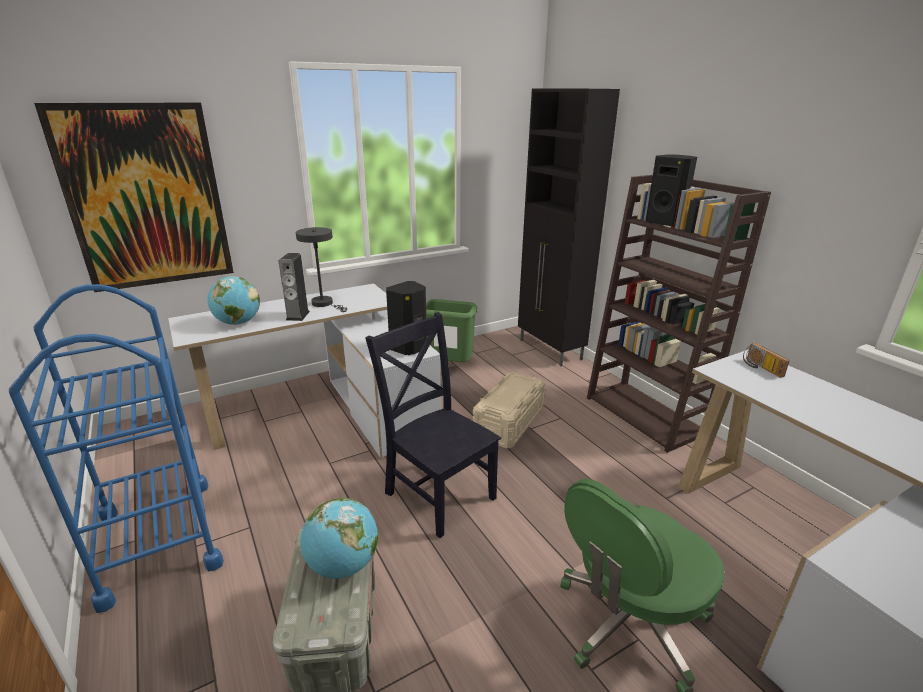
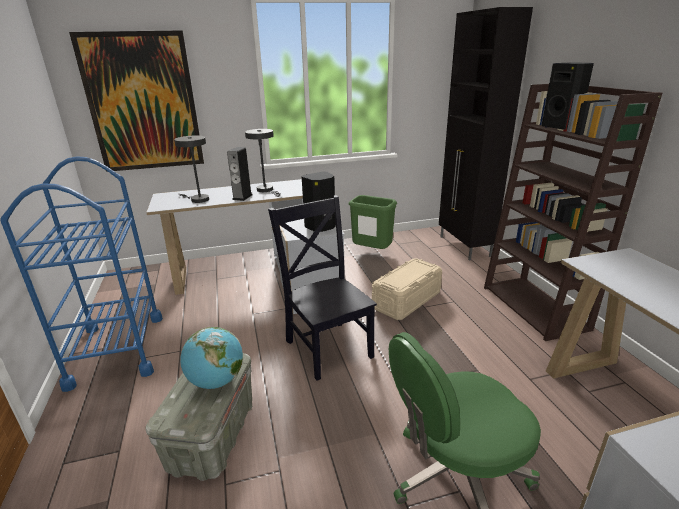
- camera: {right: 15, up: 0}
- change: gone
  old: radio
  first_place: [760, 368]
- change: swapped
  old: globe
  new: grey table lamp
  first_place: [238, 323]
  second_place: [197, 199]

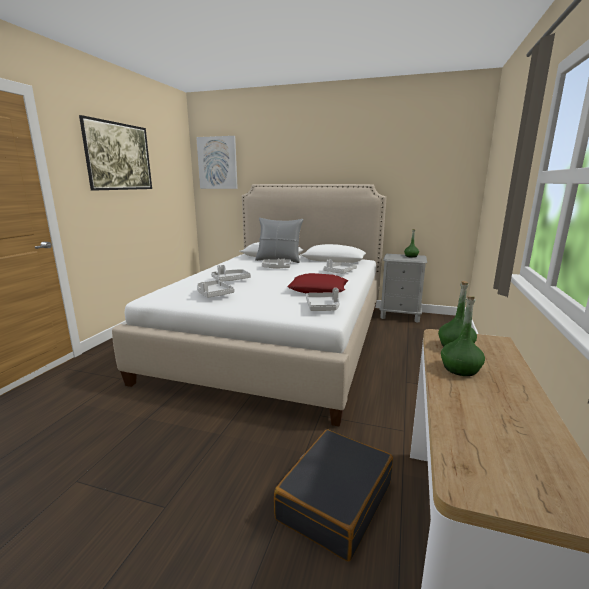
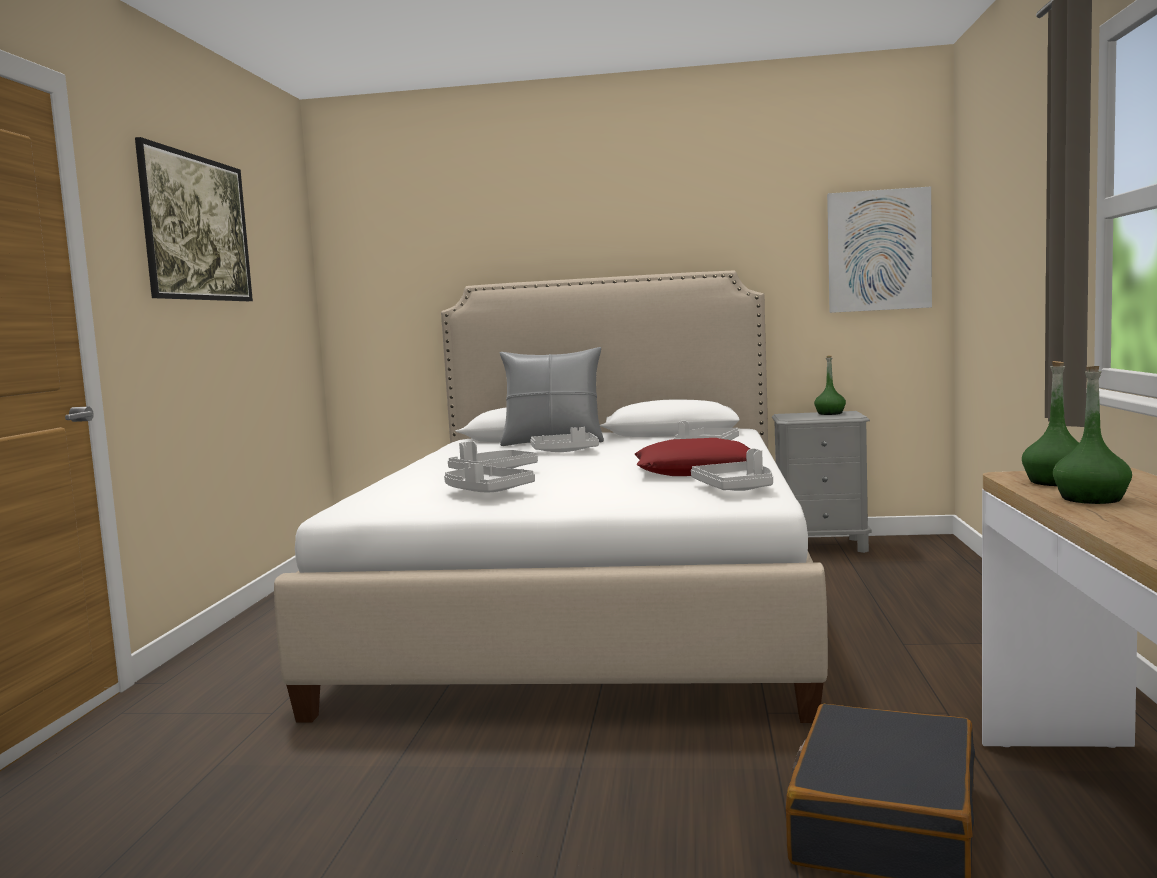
- camera: {right: -10, up: -10}
- change: shifted
  old: picture
  first_place: [217, 163]
  second_place: [878, 250]

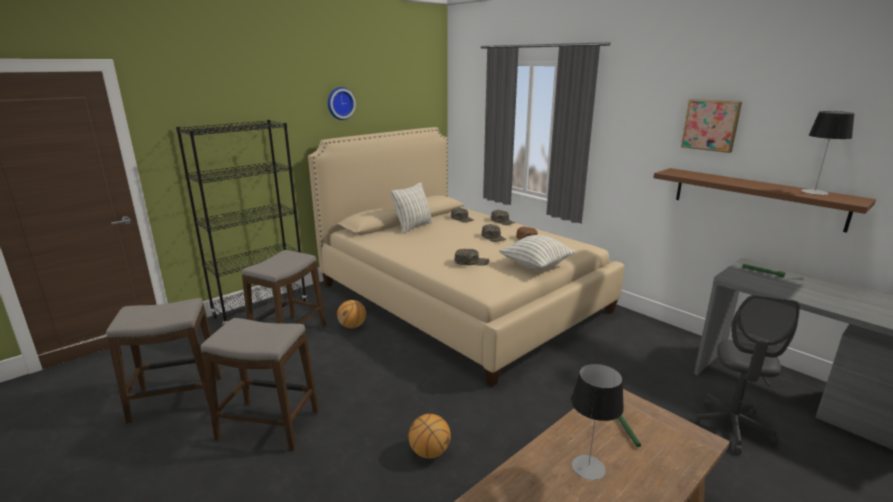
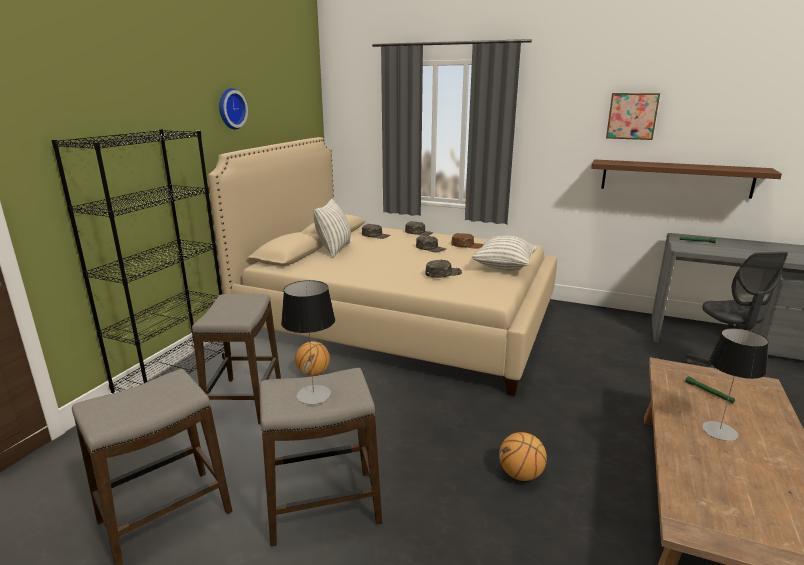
- camera: {right: -25, up: 0}
- change: shifted
  old: table lamp
  first_place: [814, 192]
  second_place: [313, 394]

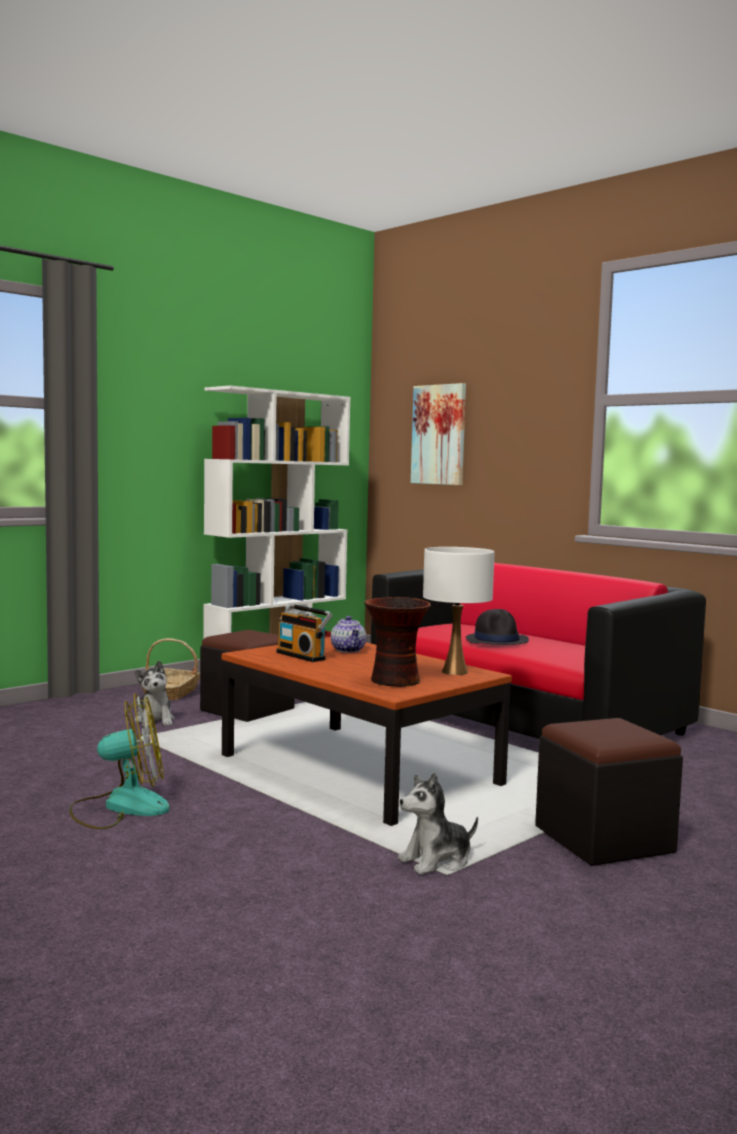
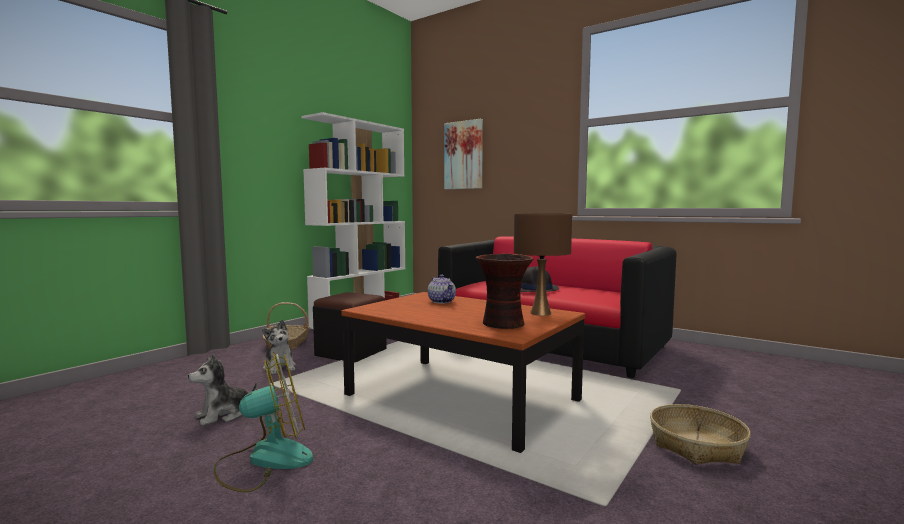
- camera: {right: -10, up: 0}
- change: gone
  old: radio
  first_place: [303, 656]
- change: shifted
  old: plush toy
  first_place: [436, 861]
  second_place: [223, 415]
- change: swapped
  old: black ottoman
  new: basket
  first_place: [603, 839]
  second_place: [696, 445]
- change: repainted
  old: white table lamp
  new: brown table lamp
  first_place: [455, 672]
  second_place: [541, 313]

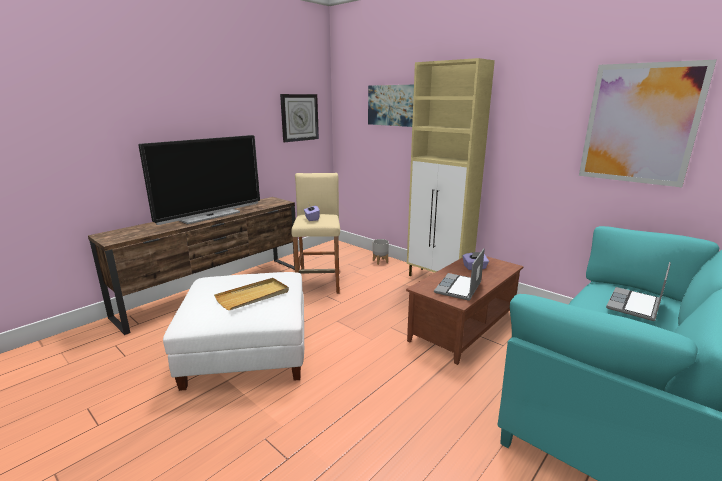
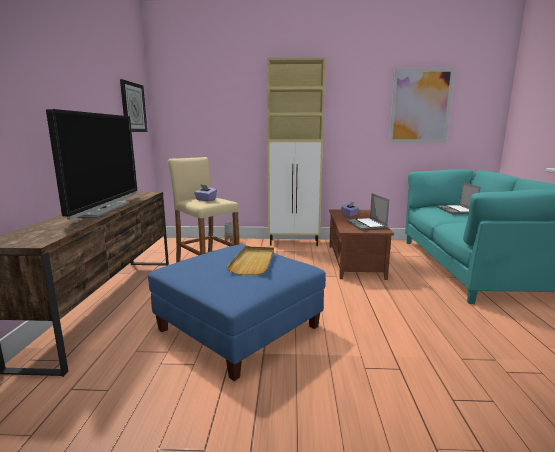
- camera: {right: -40, up: -5}
- change: gone
  old: picture
  first_place: [391, 105]
- change: repainted
  old: white ottoman
  new: blue ottoman
  first_place: [247, 350]
  second_place: [237, 328]

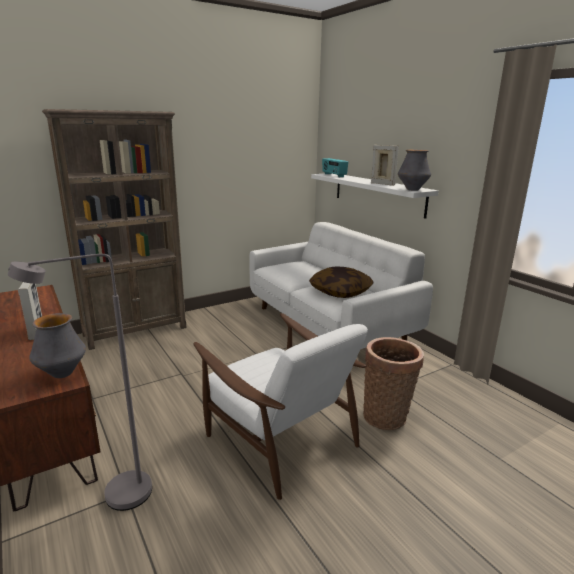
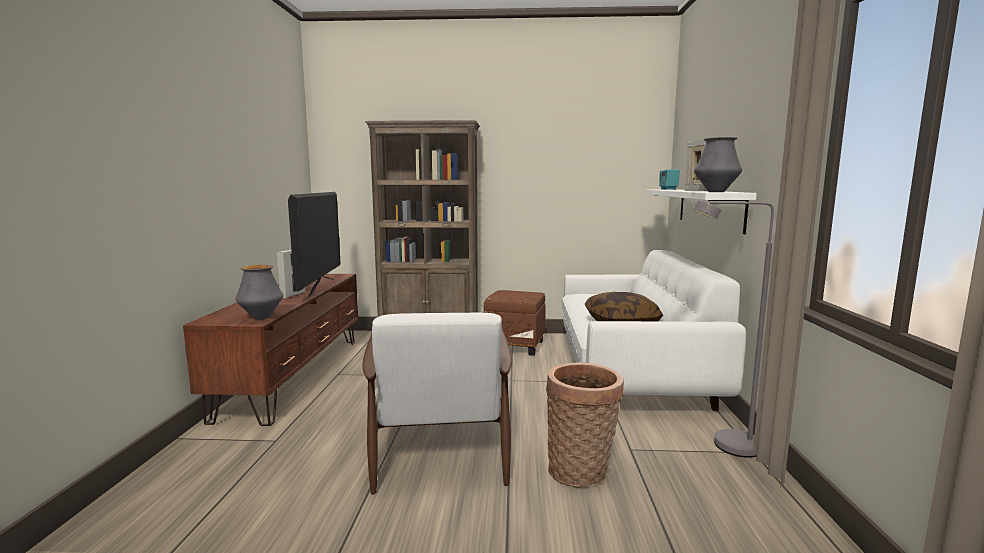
- camera: {right: 35, up: -10}
- change: new
  new: television
  second_place: [320, 287]
- change: new
  new: brown ottoman
  second_place: [515, 346]
- change: shifted
  old: grey floor lamp
  first_place: [115, 498]
  second_place: [724, 445]

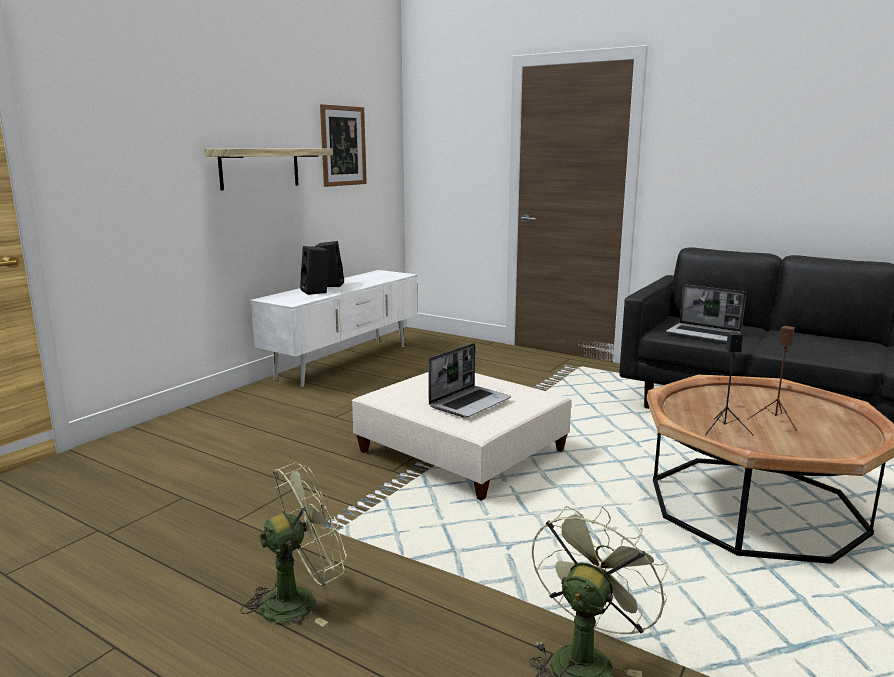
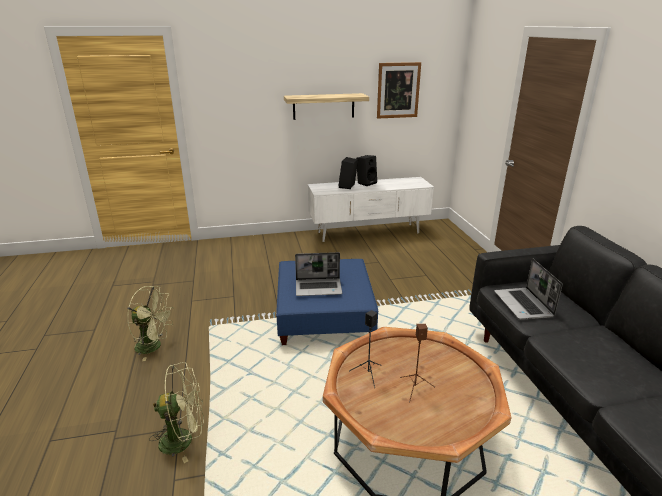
- camera: {right: 45, up: 10}
- change: repainted
  old: beige ottoman
  new: blue ottoman
  first_place: [461, 451]
  second_place: [324, 314]

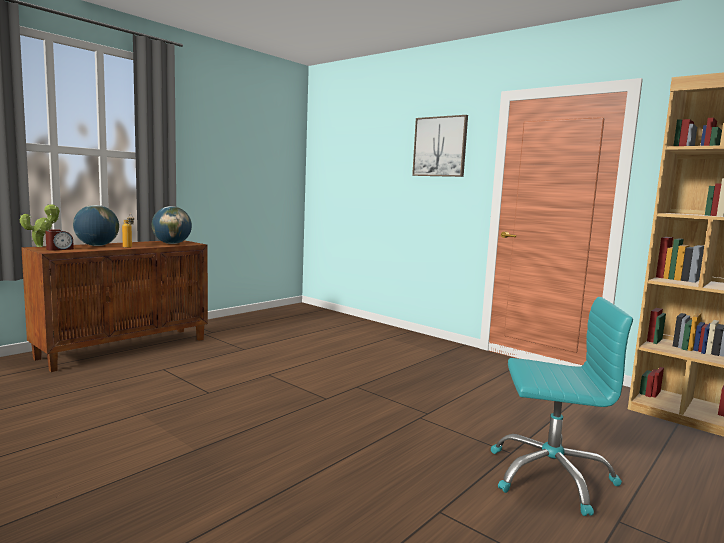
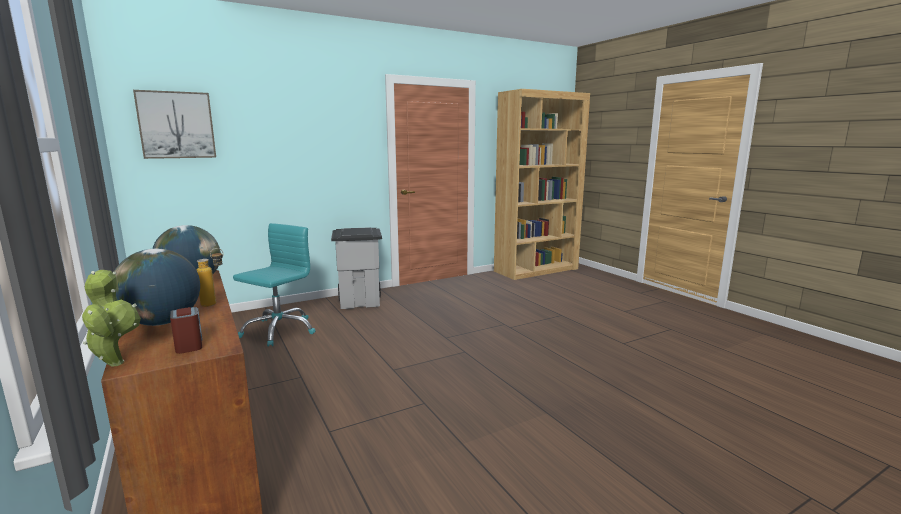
- camera: {right: -70, up: 5}
- change: new
  new: grey trash can
  second_place: [360, 302]
- change: shifted
  old: picture
  first_place: [440, 146]
  second_place: [176, 125]
- change: shifted
  old: turquoise office chair
  first_place: [550, 476]
  second_place: [279, 330]

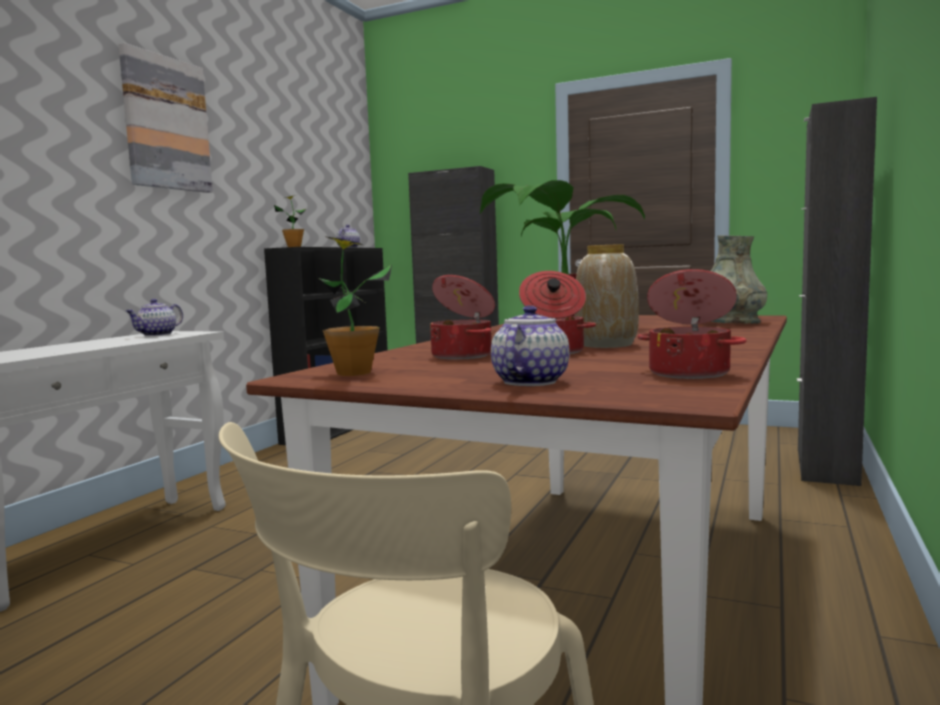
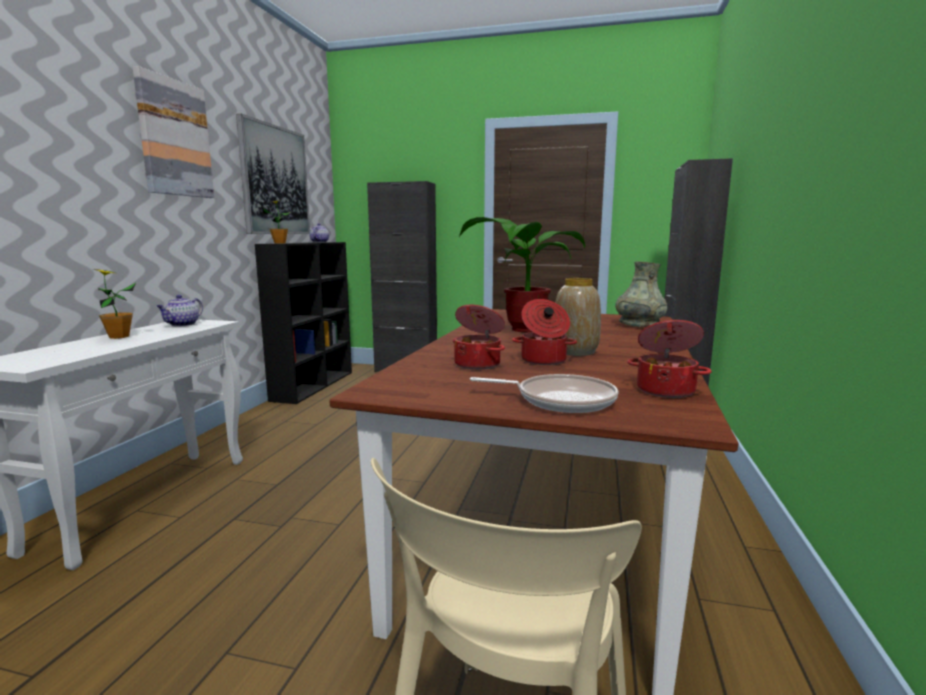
- camera: {right: -10, up: 5}
- change: new
  new: picture
  second_place: [275, 180]
- change: shifted
  old: potted plant
  first_place: [354, 373]
  second_place: [119, 337]
- change: swapped
  old: teapot
  new: frying pan
  first_place: [530, 381]
  second_place: [560, 400]

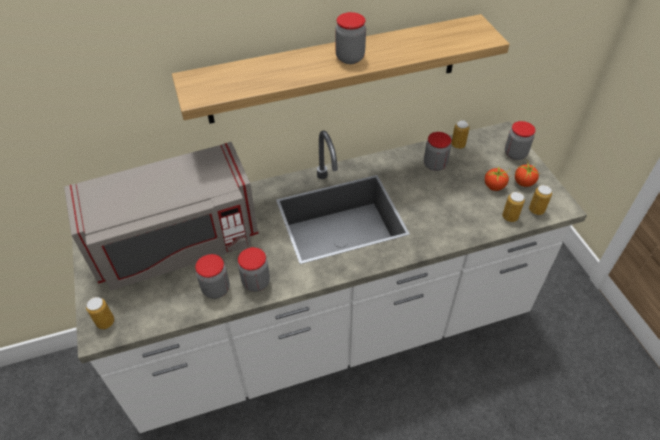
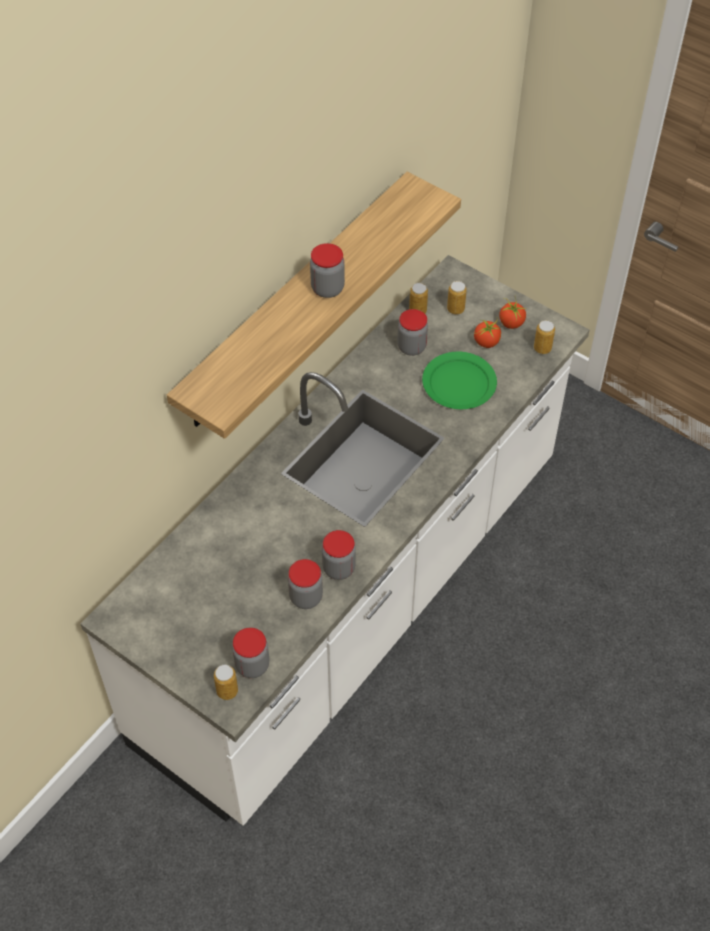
- camera: {right: -35, up: 5}
- change: gone
  old: grey microwave
  first_place: [176, 244]
- change: new
  new: green plate
  second_place: [459, 383]
- change: shifted
  old: can
  first_place: [510, 217]
  second_place: [455, 309]
- change: shifted
  old: jar
  first_place: [515, 154]
  second_place: [252, 665]

